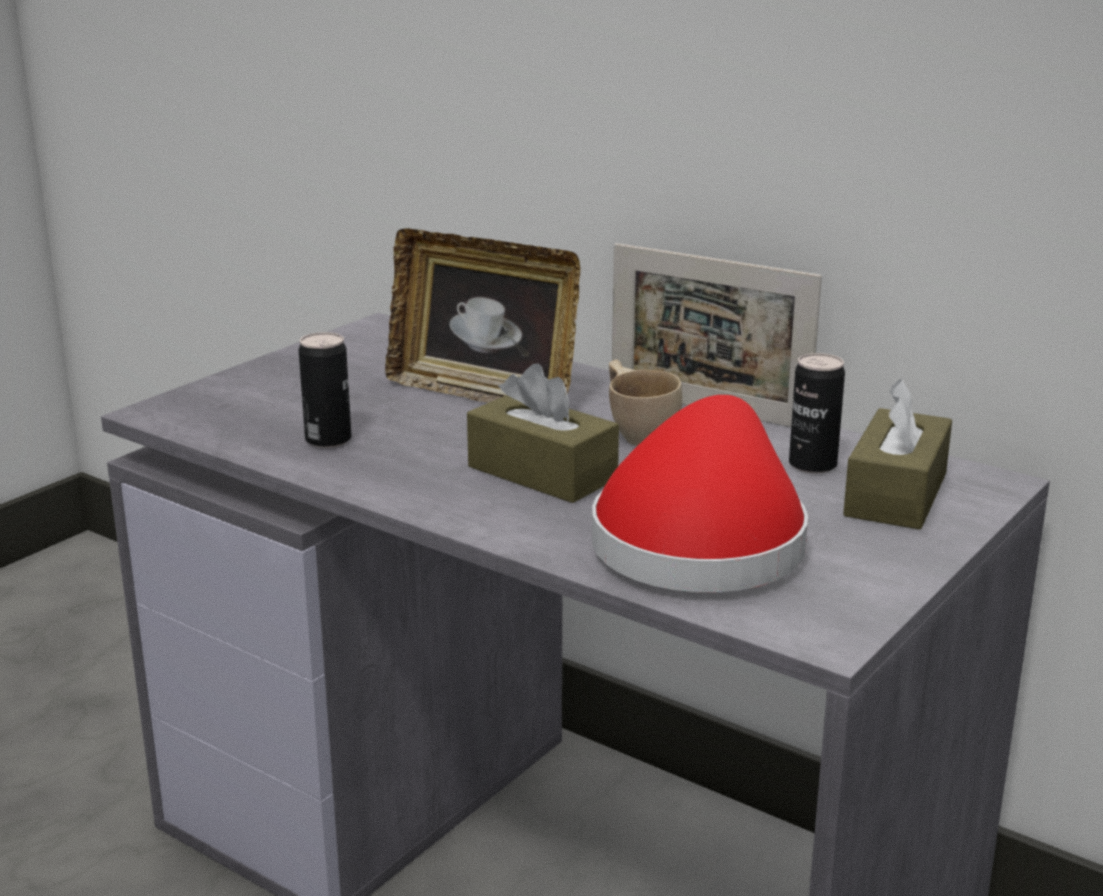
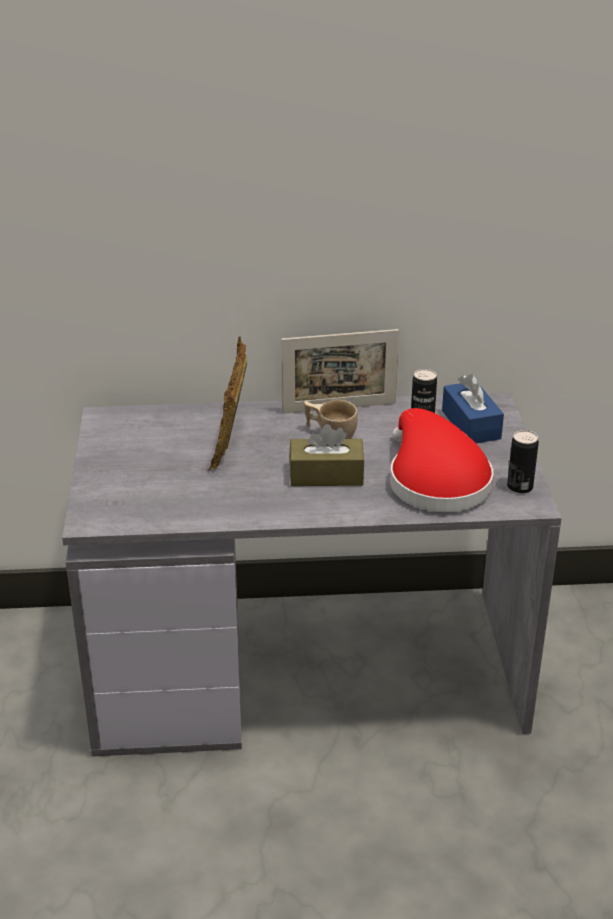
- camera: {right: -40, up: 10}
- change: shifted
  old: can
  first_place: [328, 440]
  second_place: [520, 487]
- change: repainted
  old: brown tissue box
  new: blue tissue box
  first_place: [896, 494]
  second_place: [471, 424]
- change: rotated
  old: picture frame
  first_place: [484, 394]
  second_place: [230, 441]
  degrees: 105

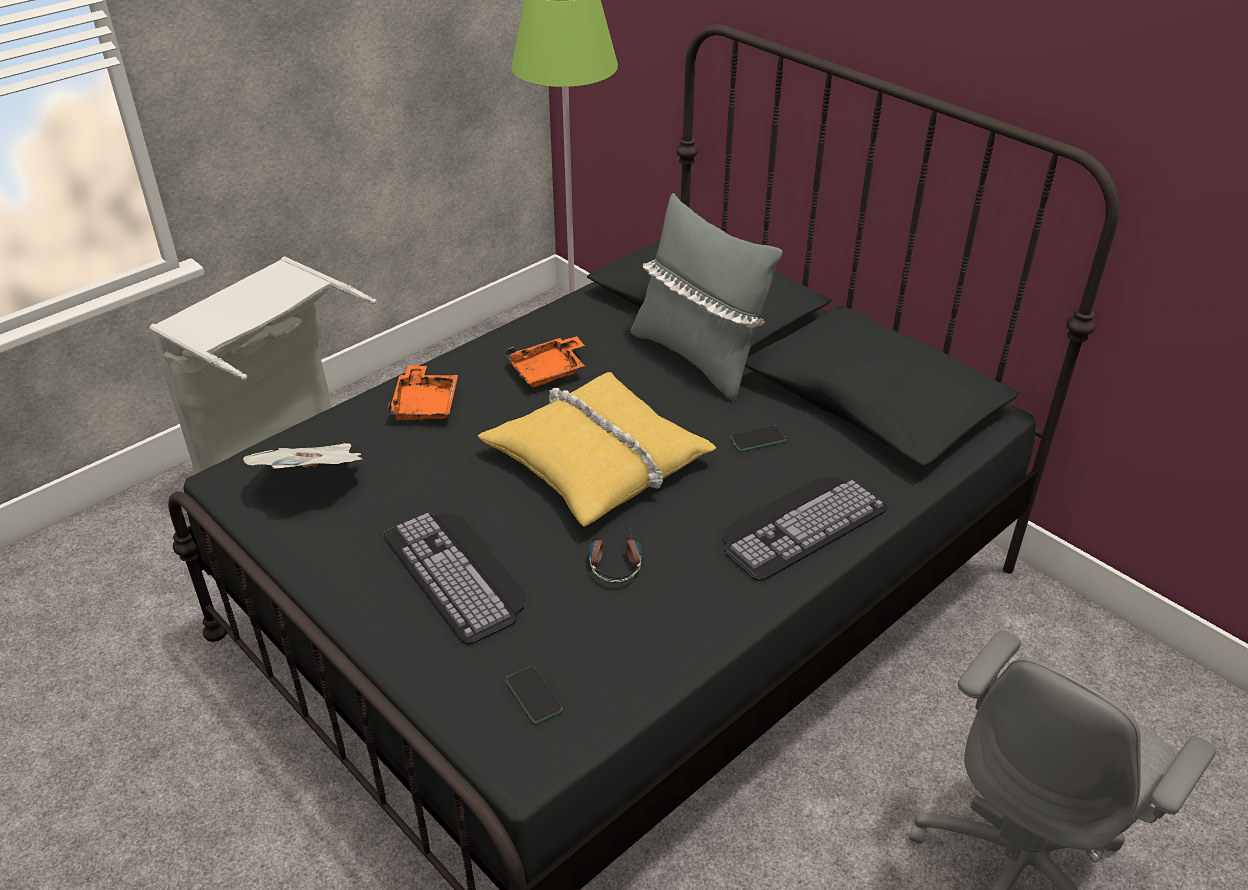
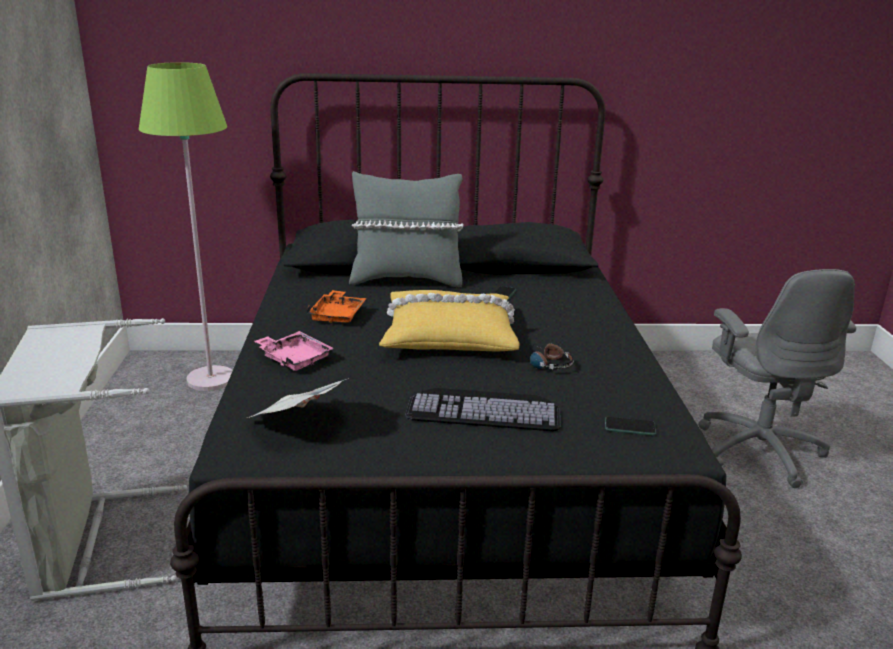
- camera: {right: -50, up: -15}
- change: gone
  old: keyboard
  first_place: [799, 522]
- change: repainted
  old: orange tray
  new: pink tray
  first_place: [425, 404]
  second_place: [294, 359]

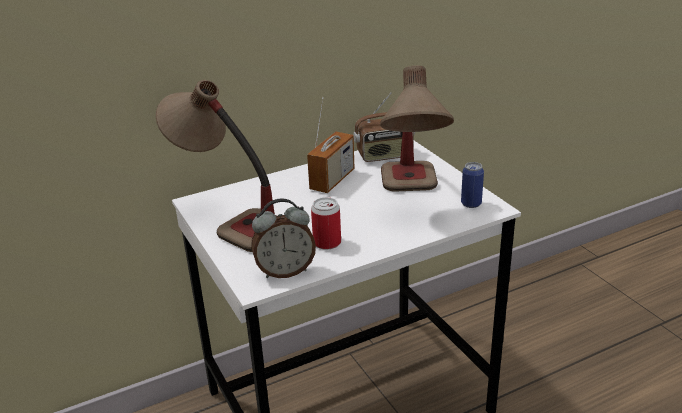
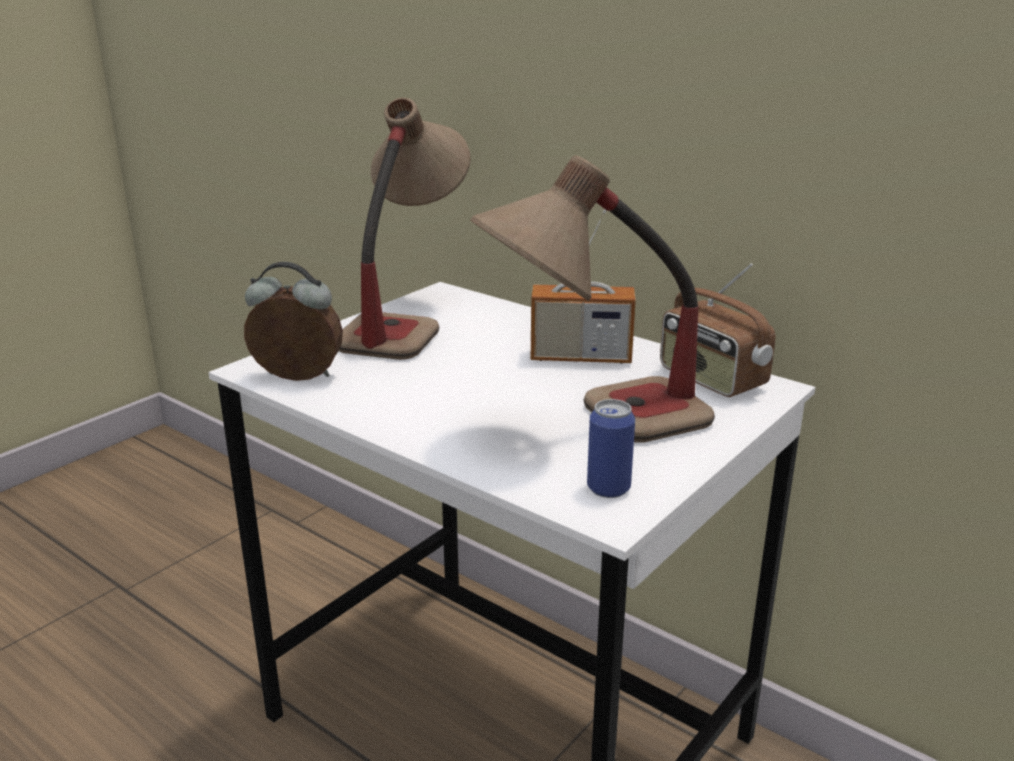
- camera: {right: 65, up: -5}
- change: gone
  old: can
  first_place: [327, 243]
- change: rotated
  old: alarm clock
  first_place: [285, 271]
  second_place: [297, 378]
  degrees: 135

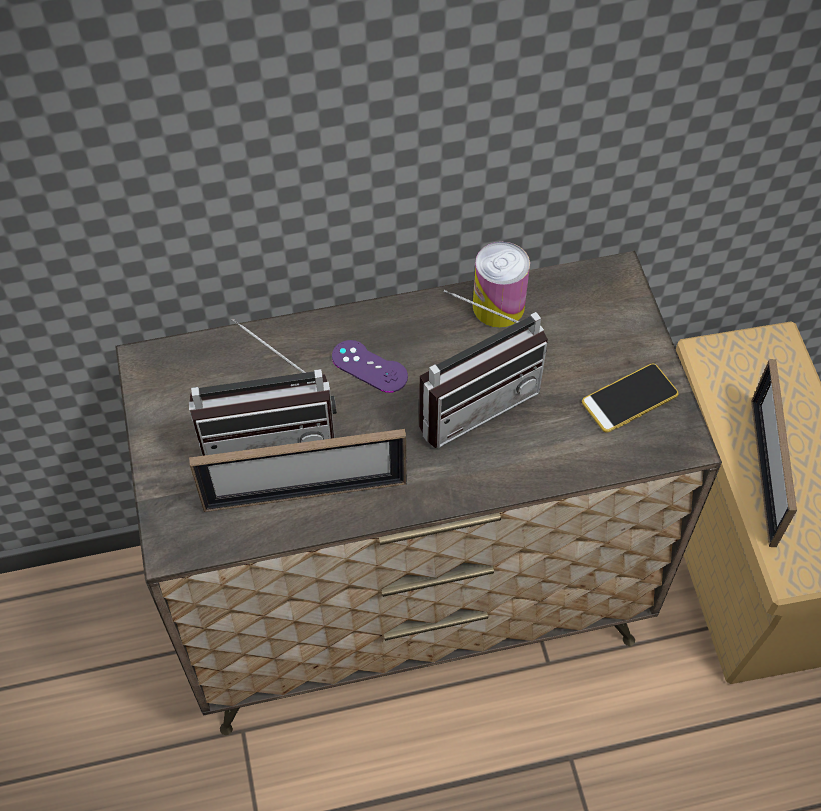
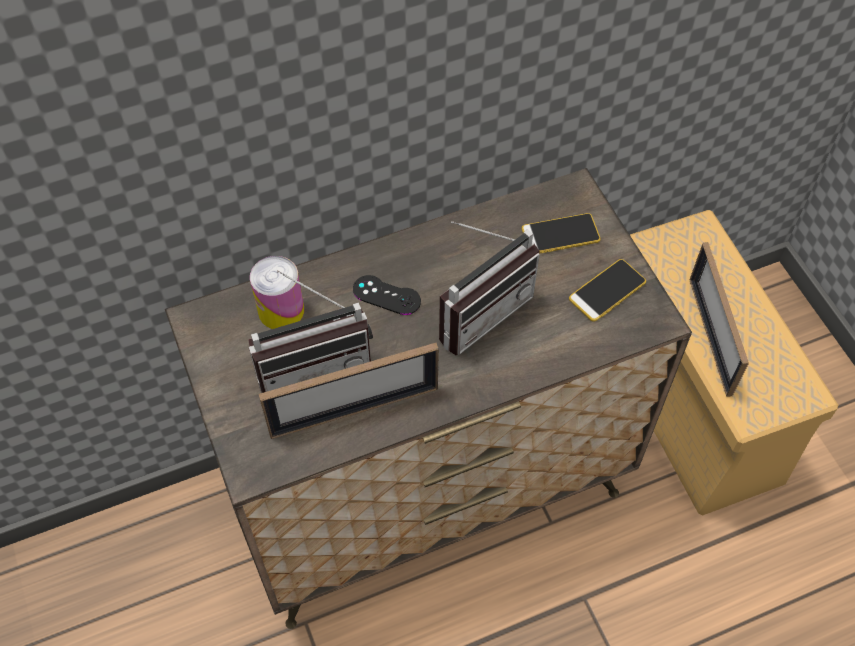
- camera: {right: -10, up: 0}
- change: new
  new: phone
  second_place: [560, 234]
- change: shifted
  old: can
  first_place: [498, 306]
  second_place: [281, 310]
- change: repainted
  old: purple game controller
  new: black game controller
  first_place: [369, 366]
  second_place: [386, 295]

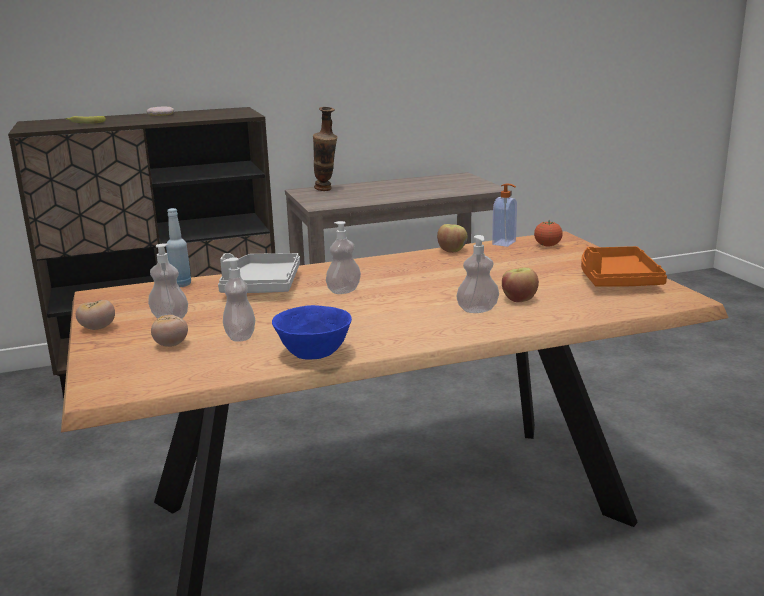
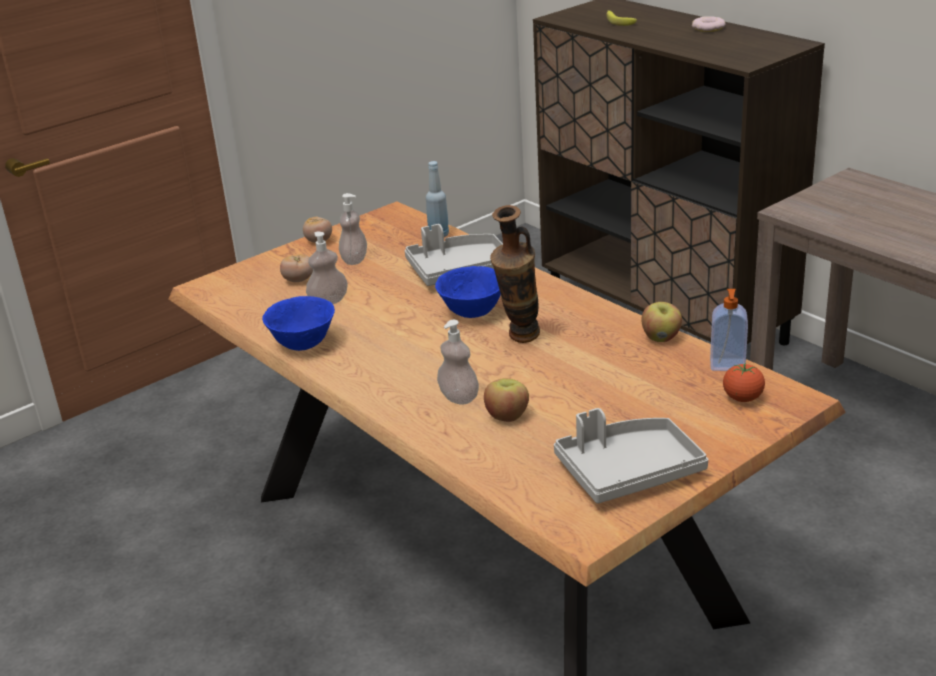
- camera: {right: 70, up: 10}
- change: shifted
  old: vase
  first_place: [326, 190]
  second_place: [519, 340]
- change: swapped
  old: soap dispenser
  new: blue bowl
  first_place: [344, 291]
  second_place: [471, 313]
- change: repainted
  old: orange tray
  new: grey tray
  first_place: [616, 280]
  second_place: [628, 471]

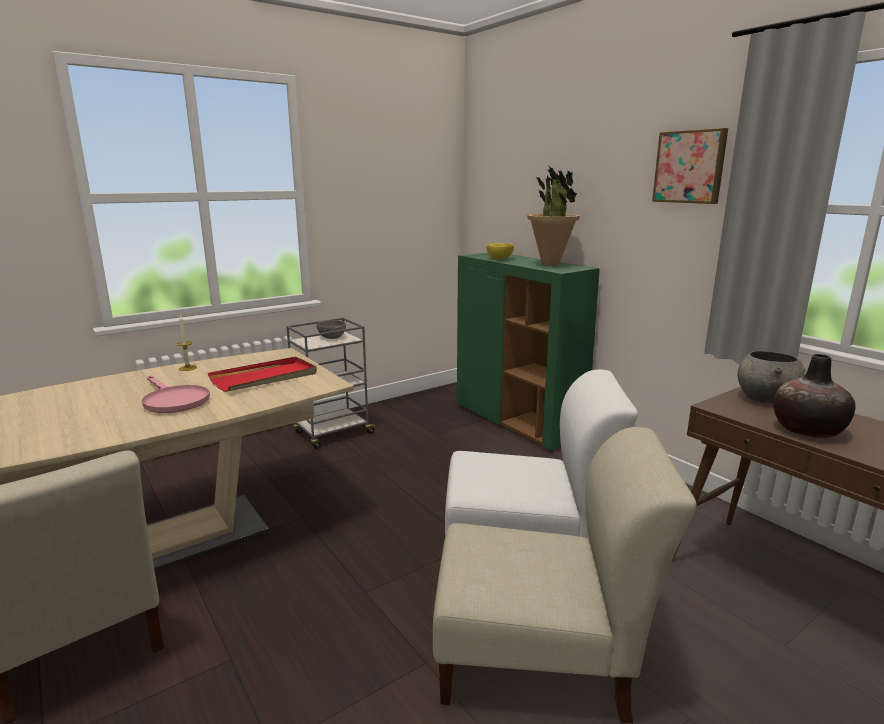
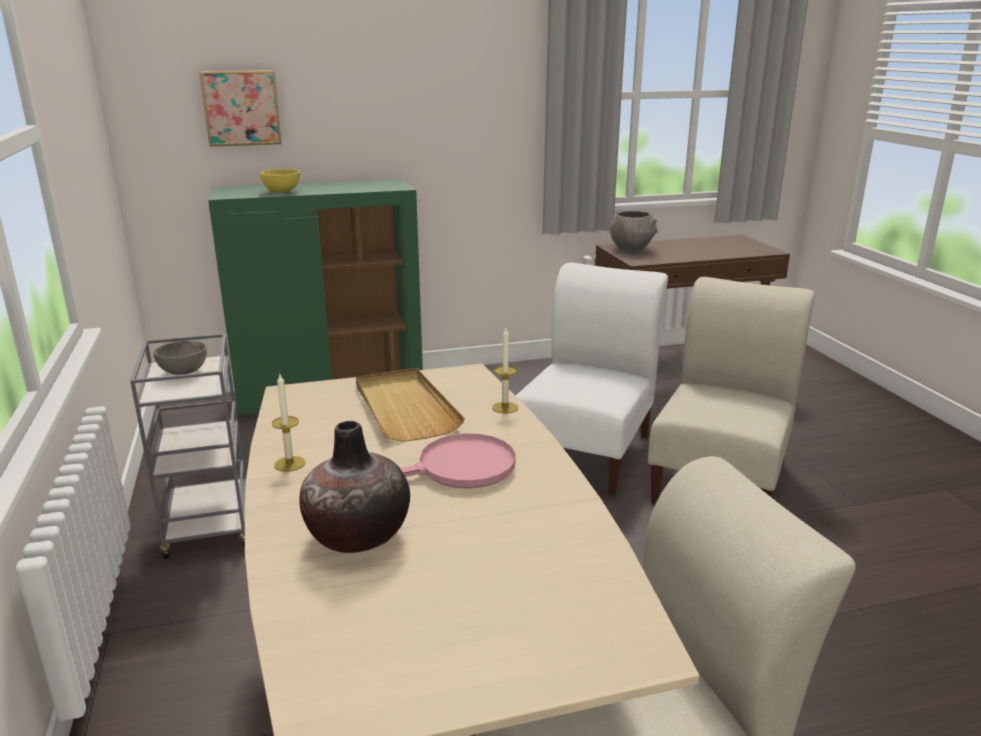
- camera: {right: -70, up: 5}
- change: gone
  old: potted plant
  first_place: [550, 265]
- change: new
  new: candle
  second_place: [505, 407]
- change: shifted
  old: picture
  first_place: [690, 167]
  second_place: [241, 108]
- change: shifted
  old: vase
  first_place: [807, 430]
  second_place: [357, 535]
- change: repainted
  old: red tray
  new: beige tray
  first_place: [265, 377]
  second_place: [404, 408]

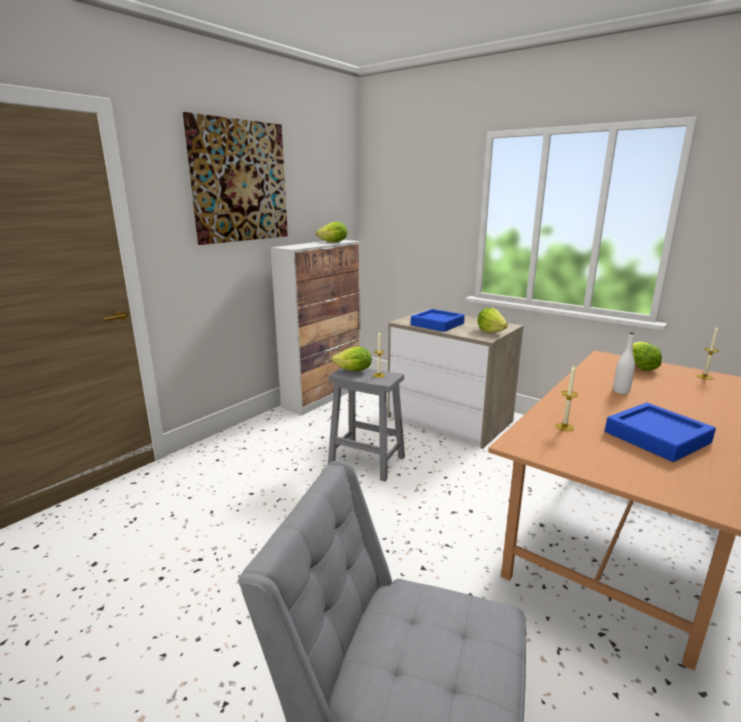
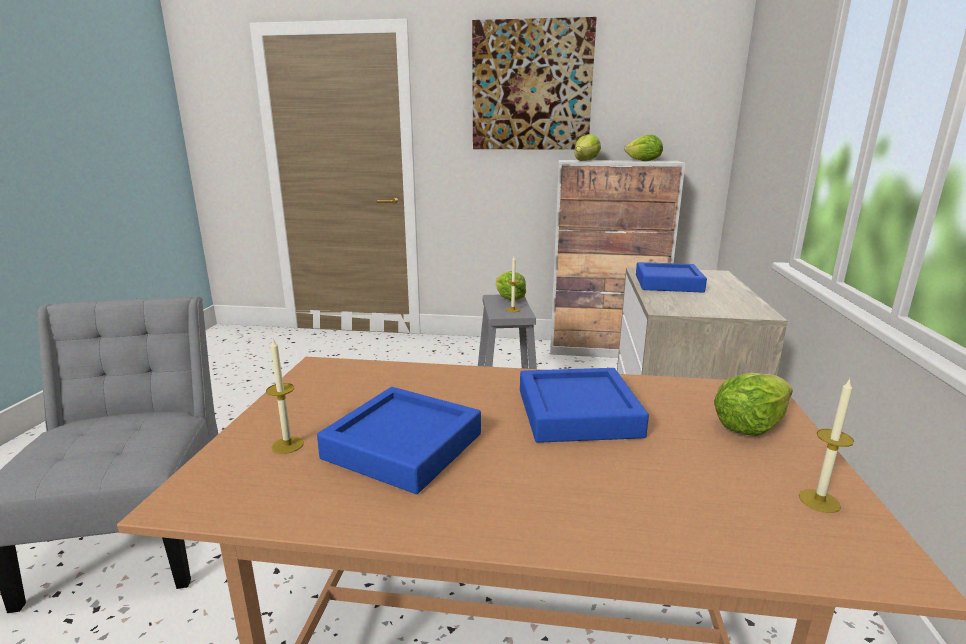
- camera: {right: 60, up: 0}
- change: shifted
  old: lettuce
  first_place: [491, 331]
  second_place: [586, 161]
- change: shifted
  old: candle
  first_place: [564, 427]
  second_place: [287, 445]
- change: swapped
  old: white bottle
  new: blue tray
  first_place: [621, 391]
  second_place: [577, 413]

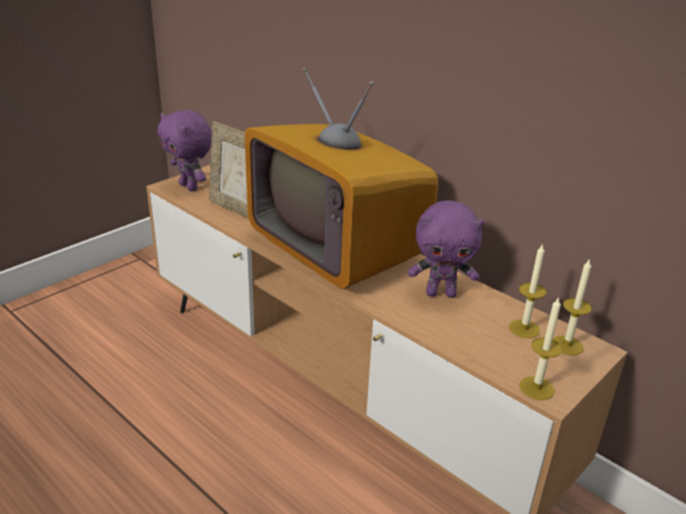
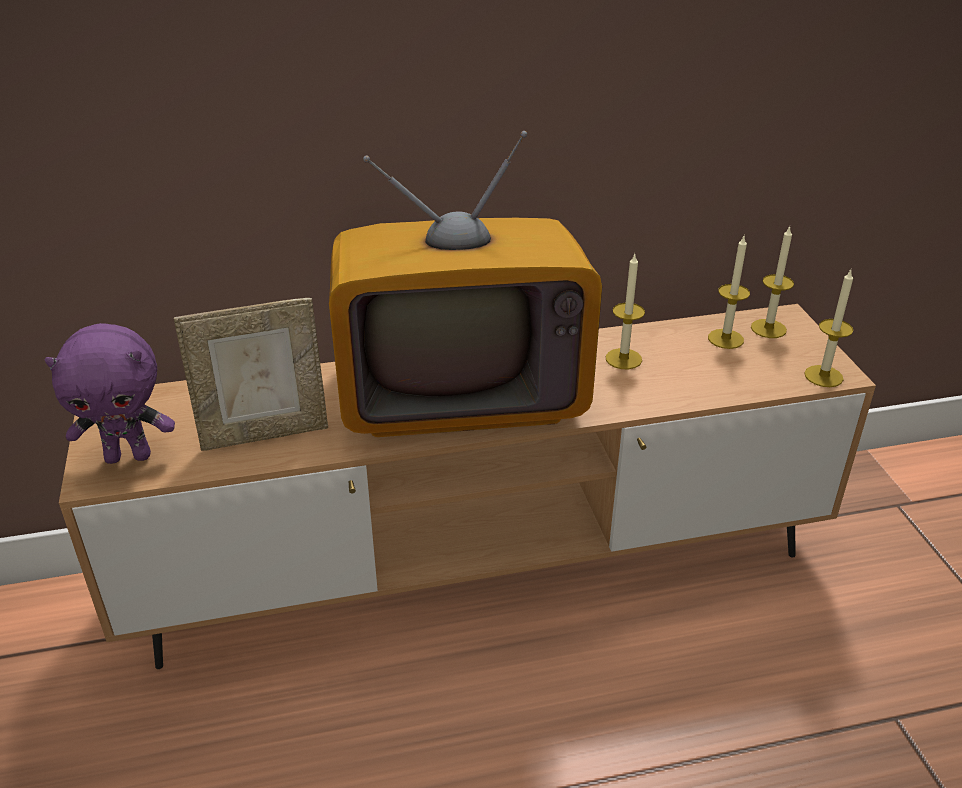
- camera: {right: -55, up: 5}
- change: swapped
  old: purple plush toy
  new: candle
  first_place: [441, 293]
  second_place: [623, 359]

